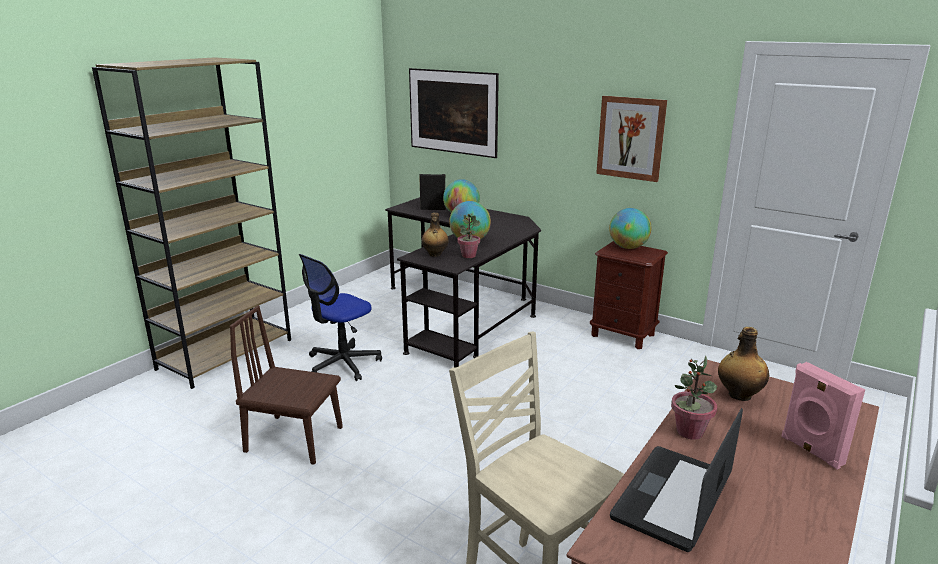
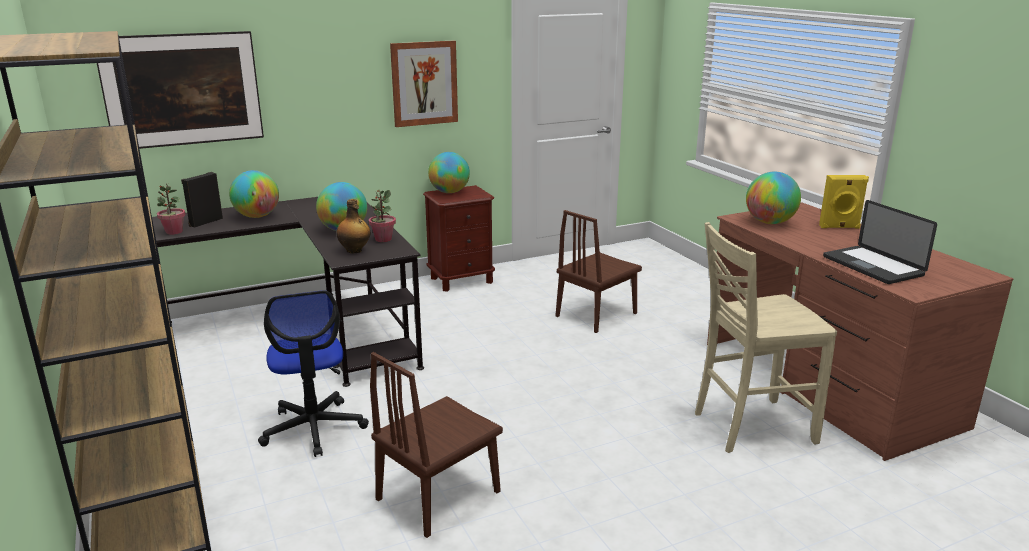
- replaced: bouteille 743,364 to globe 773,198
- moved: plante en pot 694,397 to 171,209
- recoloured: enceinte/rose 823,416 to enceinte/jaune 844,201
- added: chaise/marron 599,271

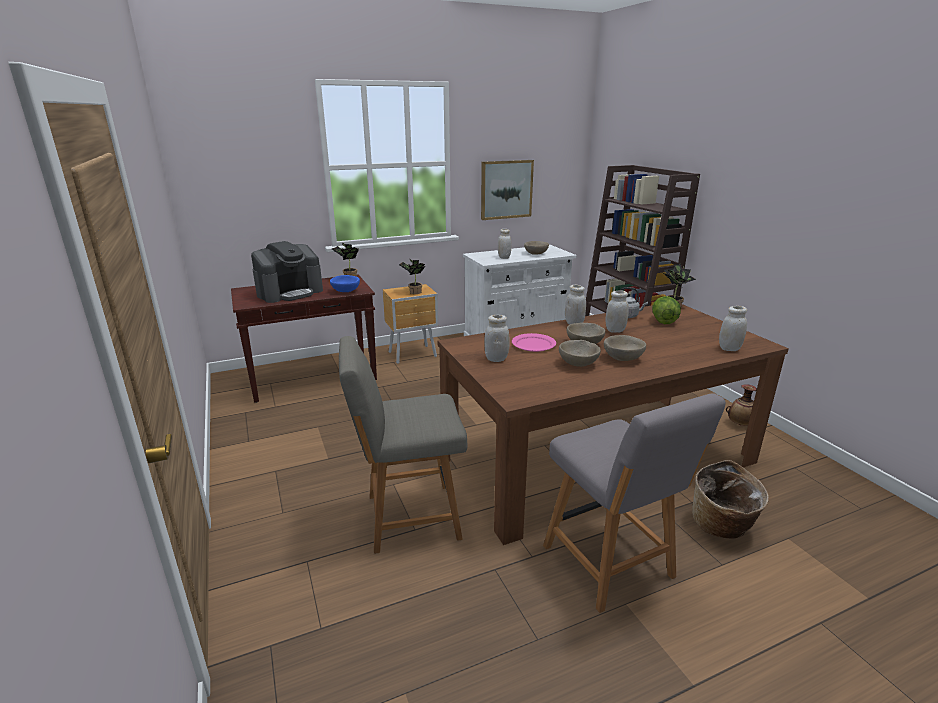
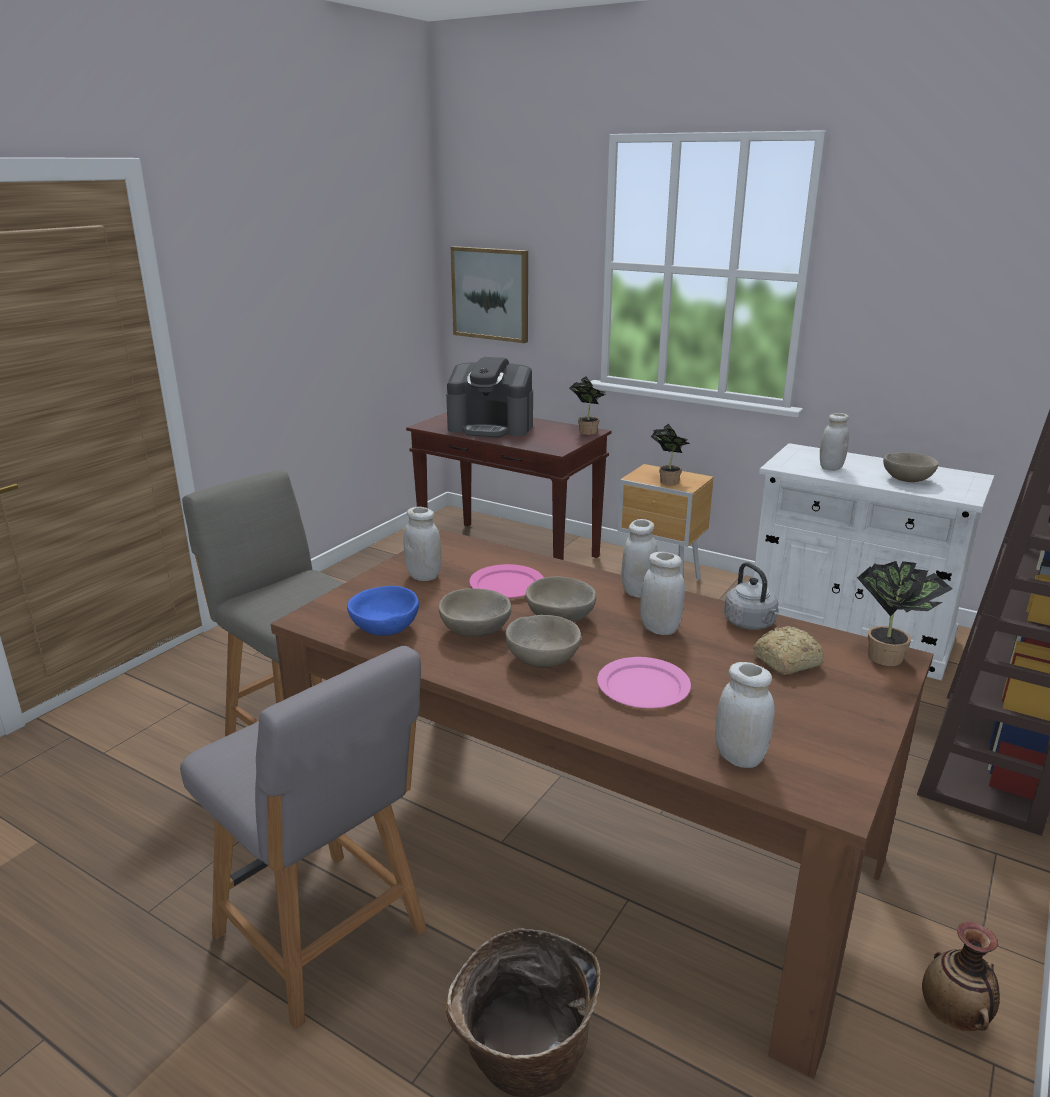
- moved: tableau 507,190 to 489,294
- moved: bol/bleu 345,283 to 383,611
- replaced: laitue 666,310 to pain 788,650
- turned: chaise/gris 634,503 = 303,837 75 degrees counterclockwise
- added: assiette/rose 644,682

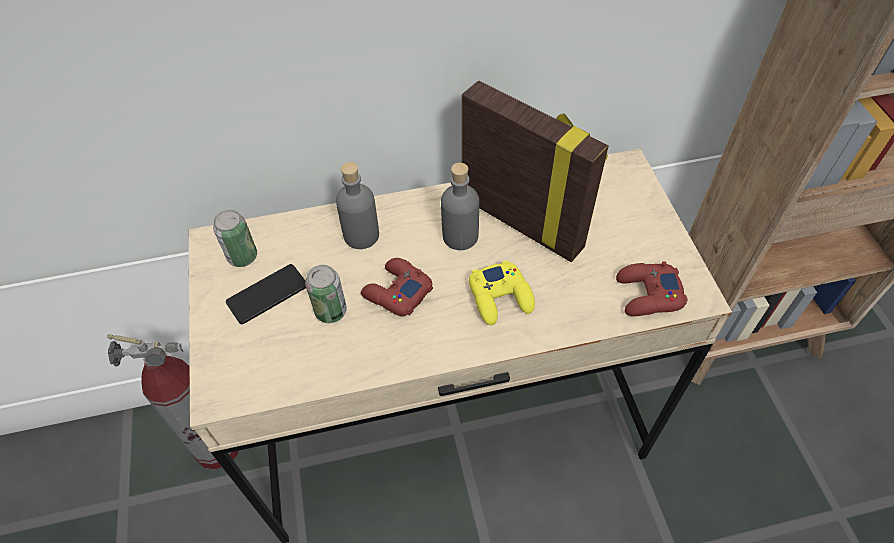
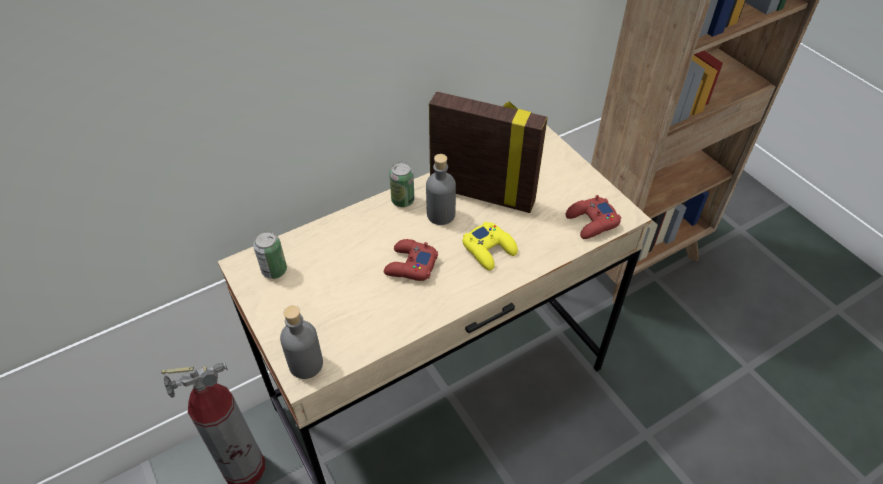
- moved: bouteille/gris 357,205 to 301,342
- removed: téléphone 266,294
- moved: boîte métallique 326,294 to 402,184

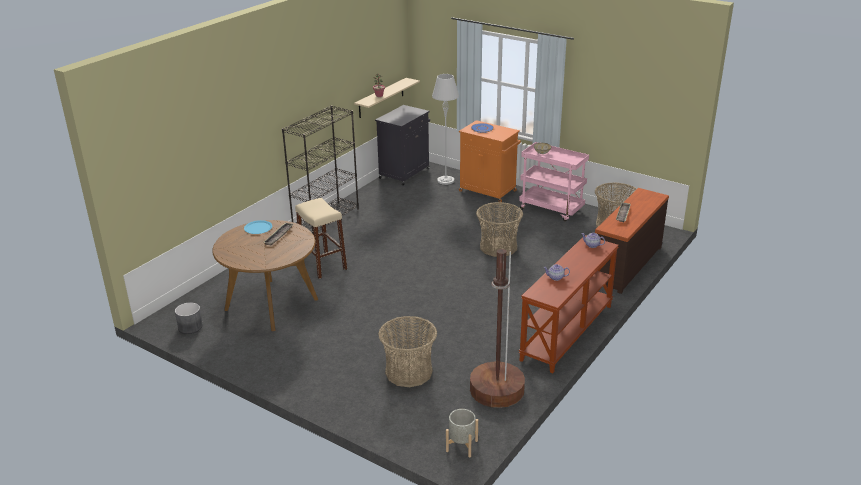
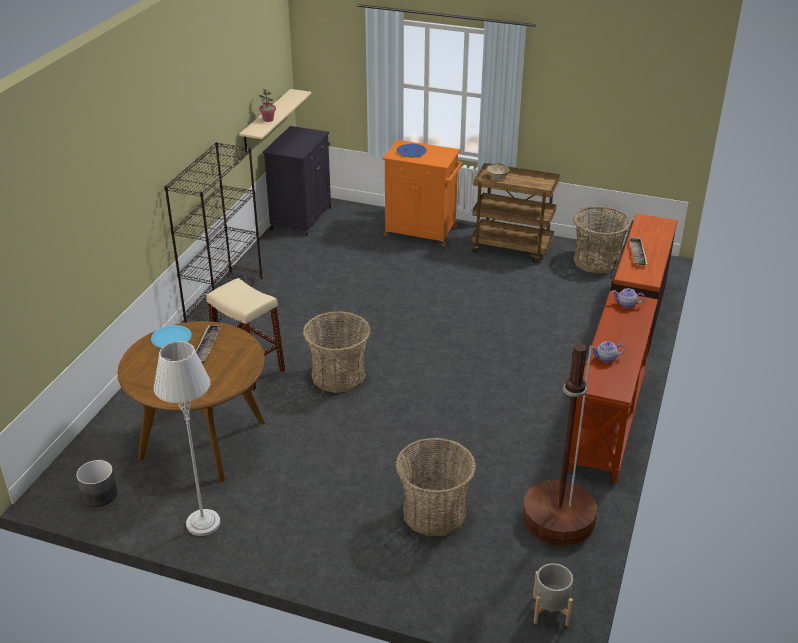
- moved: lampadaire/gris 445,129 to 186,438
- recoloured: chariot/rose 554,182 to chariot/marron 515,213
- moved: panier 499,229 to 337,352

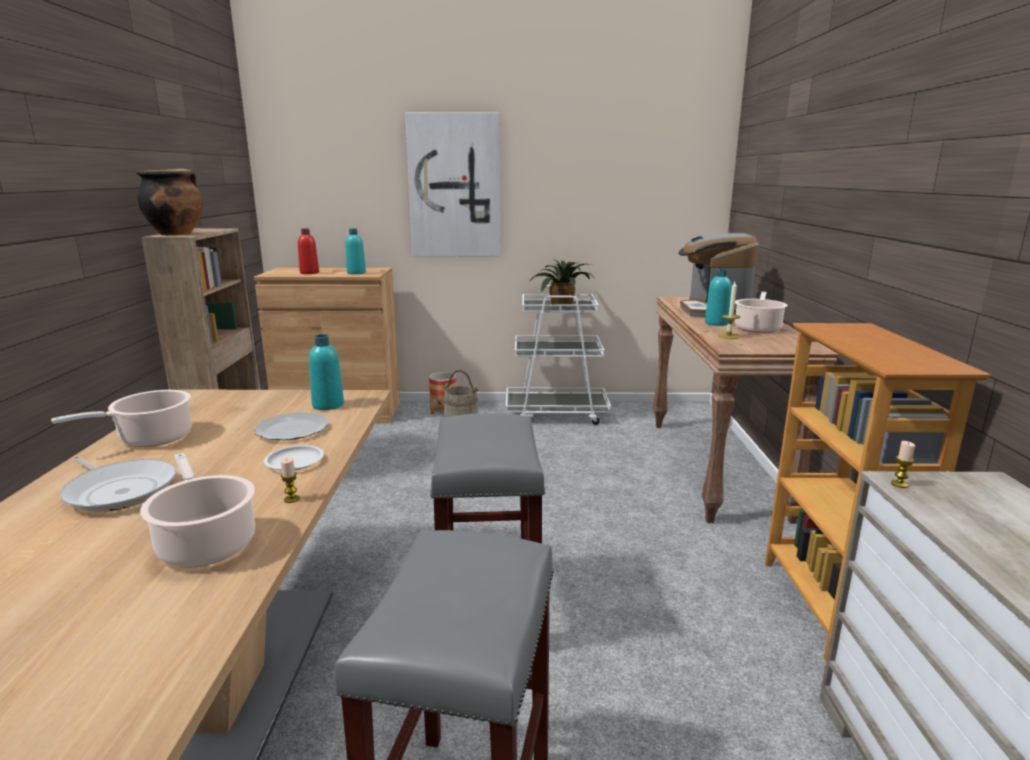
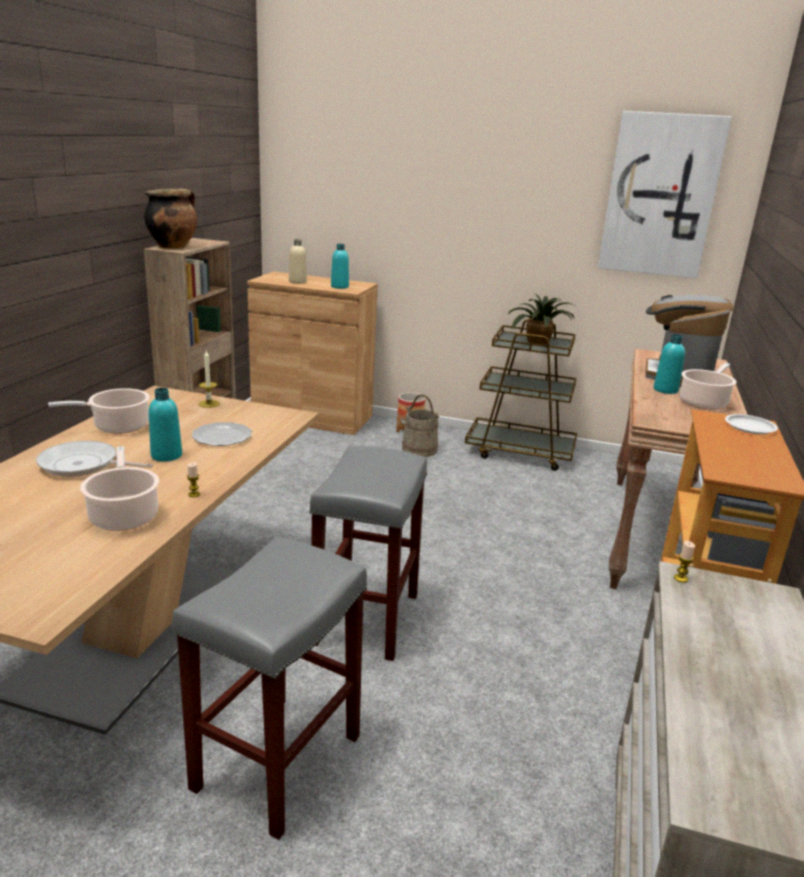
- moved: tableau 452,184 to 665,194
- recoloured: bouteille/rouge 308,251 to bouteille/beige 298,261
- moved: bougie 729,310 to 209,379
- recoloured: chariot/blanc 558,355 to chariot/marron 521,395
- moved: bouteille/turquoise 326,372 to 165,425
- moved: assiette/blanc 294,458 to 751,424
- turned: poêle 118,484 = 94,459 135 degrees clockwise

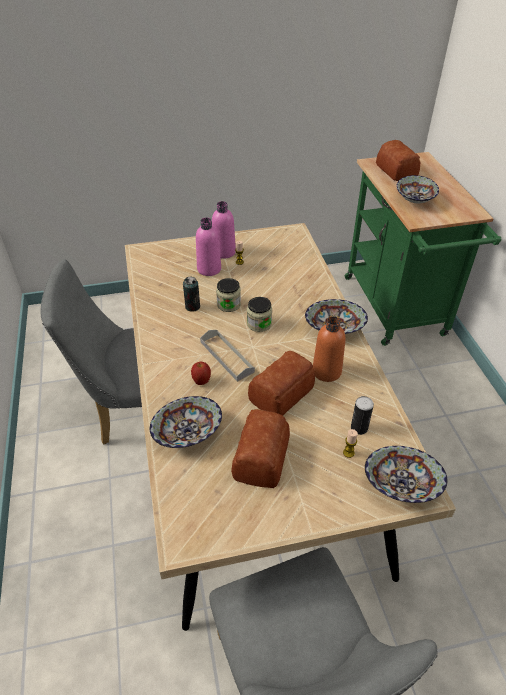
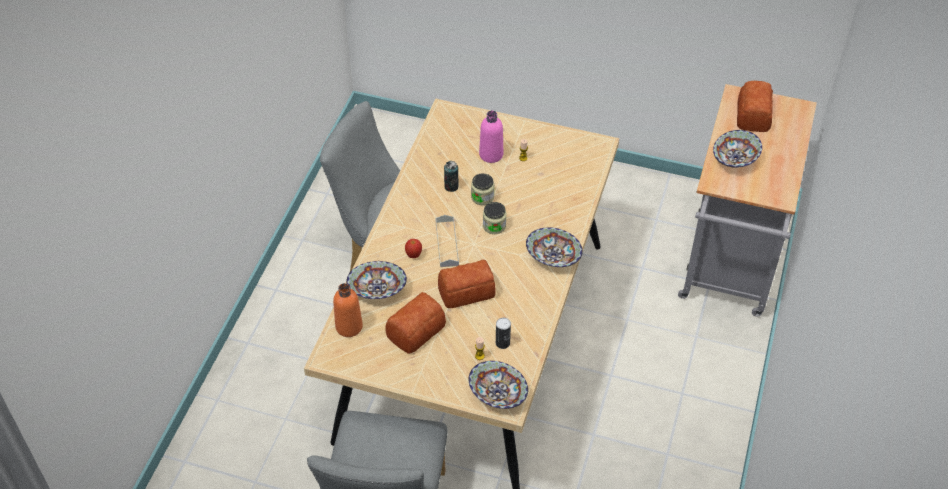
- recoloured: chariot/vert 423,249 to chariot/gris 747,200
- removed: bouteille/rose 224,230
- moved: bouteille/orange 329,349 to 348,310

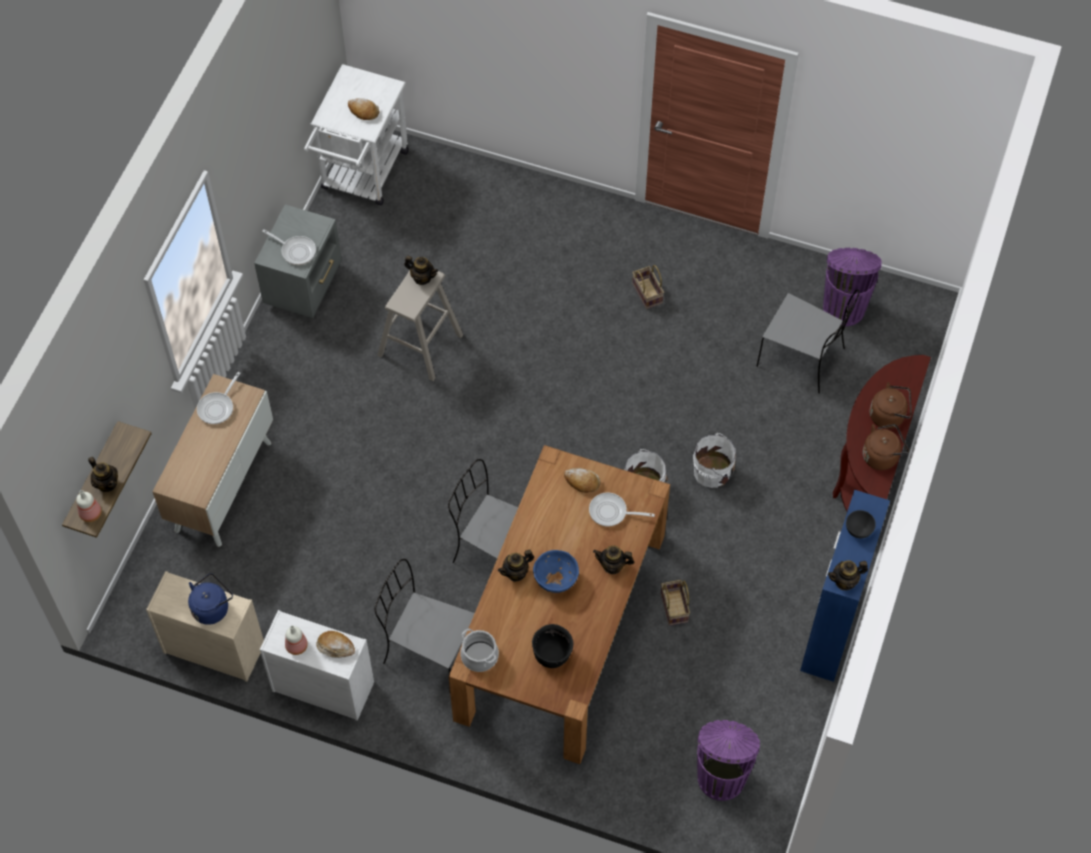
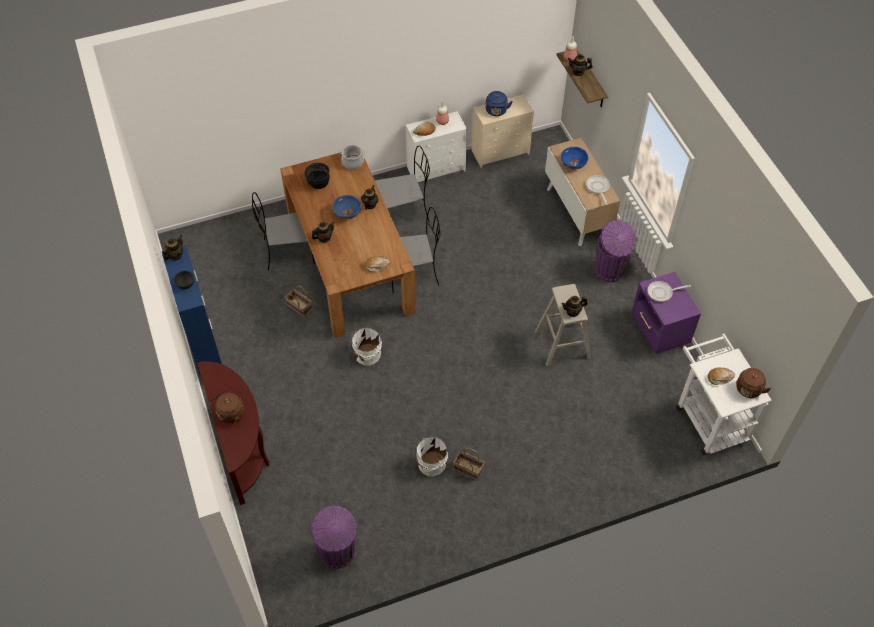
- recoloured: table de chevet/gris 298,261 to table de chevet/violet 666,313
- moved: chaise/gris 808,341 to 283,231
- moved: bouilloire/marron 886,447 to 753,383
- moved: seau/blanc 714,460 to 430,456
- removed: poêle 622,509
- moved: poubelle/violet 728,760 to 616,251
- added: bol/bleu 574,158

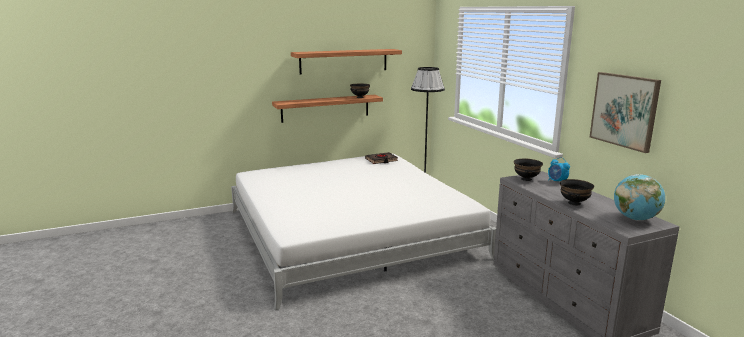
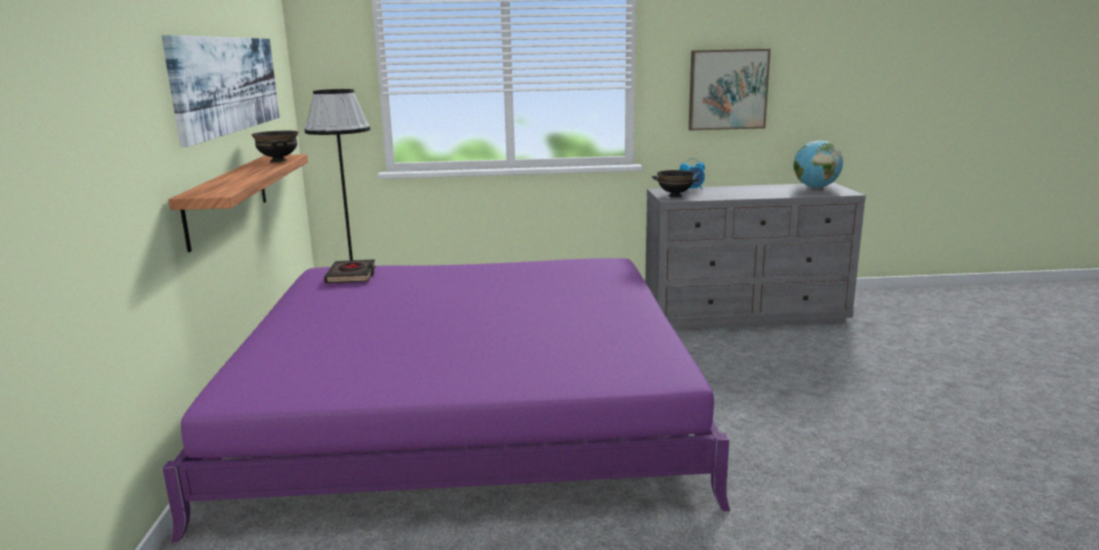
- replaced: étagère 346,62 to tableau 221,91
- recoloured: lit/blanc 363,232 to lit/violet 446,400
- removed: bol/noir 577,192

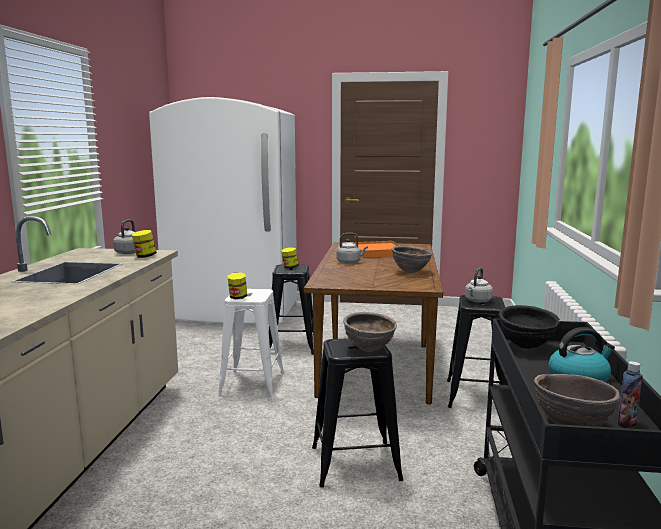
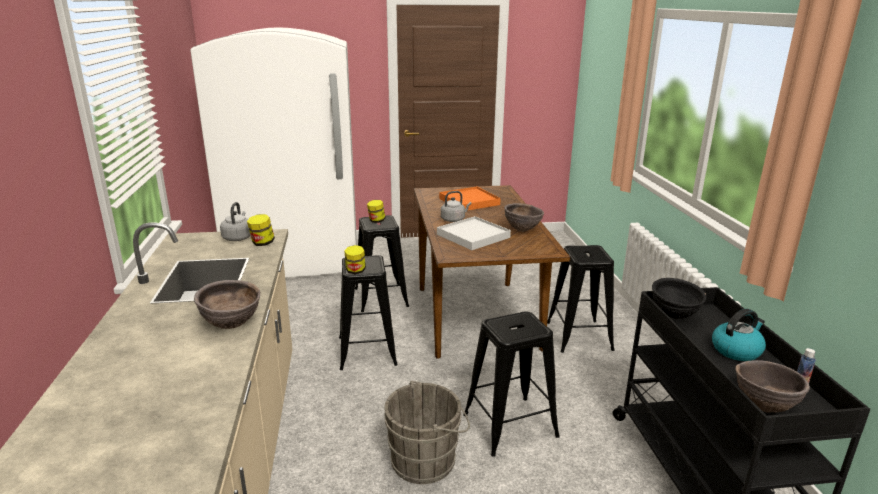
- removed: bouilloire/gris 479,285
- recoloured: tabouret/blanc 251,344 to tabouret/noir 368,312
- moved: bol/marron 370,332 to 227,304
- added: plateau/blanc 474,233
- added: seau/gris 427,432

